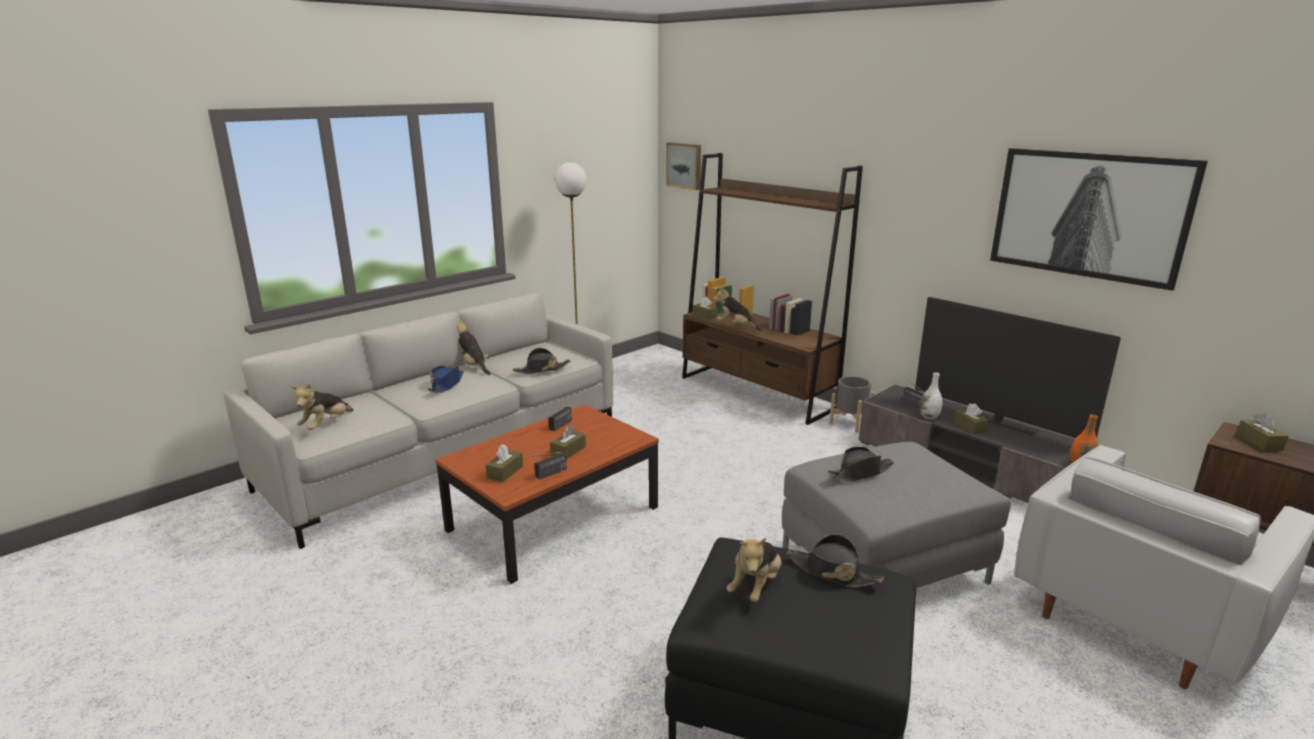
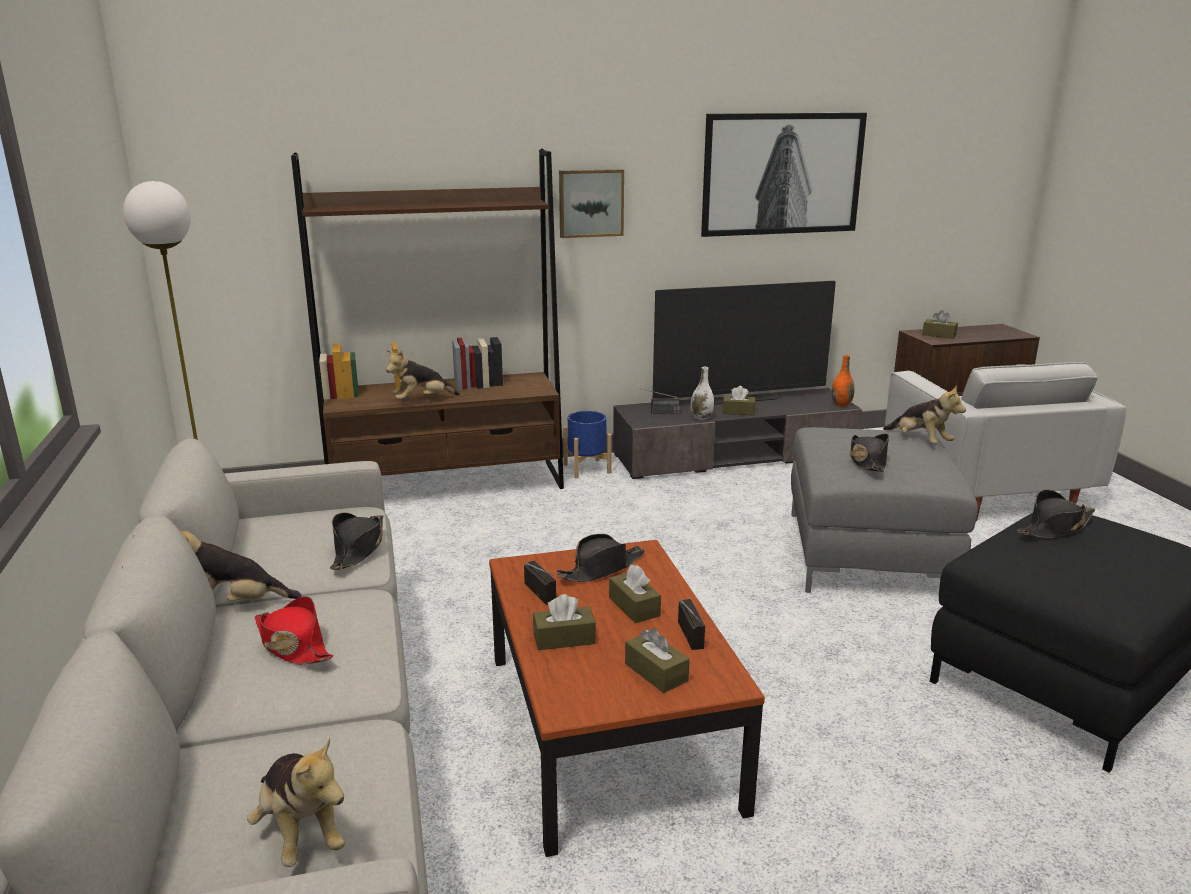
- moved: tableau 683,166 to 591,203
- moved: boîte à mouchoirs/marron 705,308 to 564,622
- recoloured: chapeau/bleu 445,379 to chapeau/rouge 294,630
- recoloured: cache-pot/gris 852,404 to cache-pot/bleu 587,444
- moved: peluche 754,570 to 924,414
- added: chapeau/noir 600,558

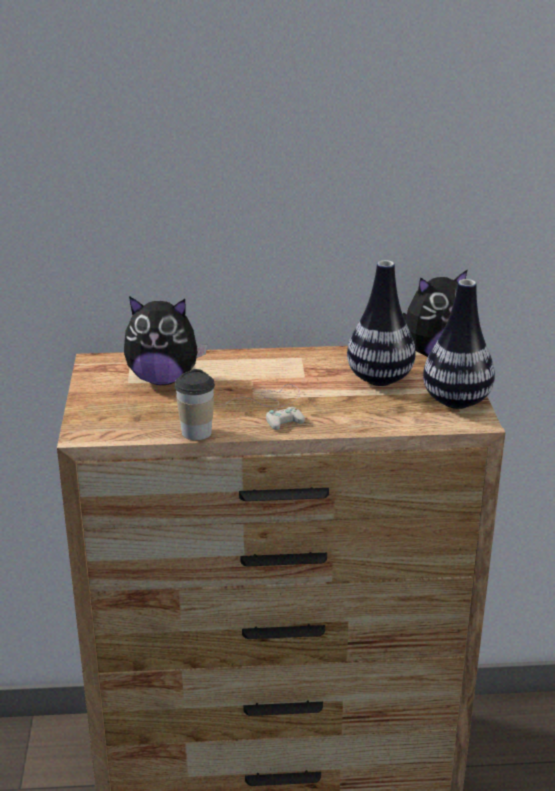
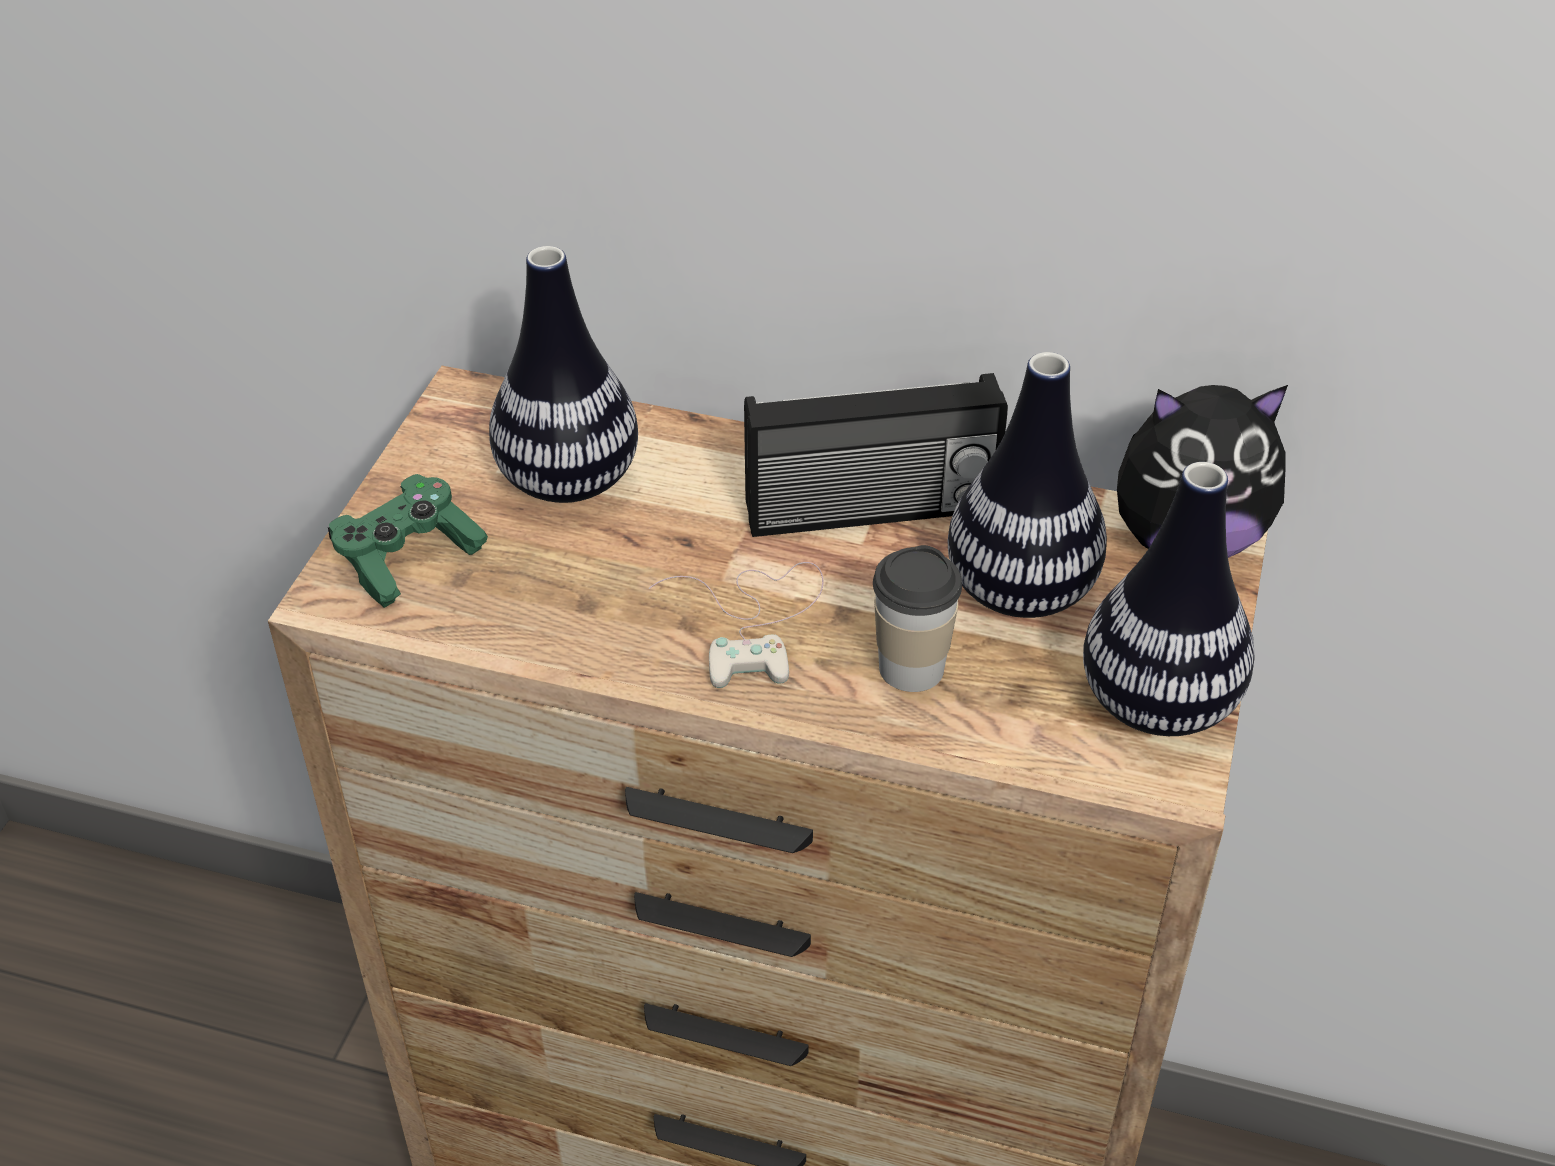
- replaced: peluche 165,340 to vase 563,374
- moved: tasse 195,404 to 917,618
- added: radio 876,455
- added: manette/vert 408,541

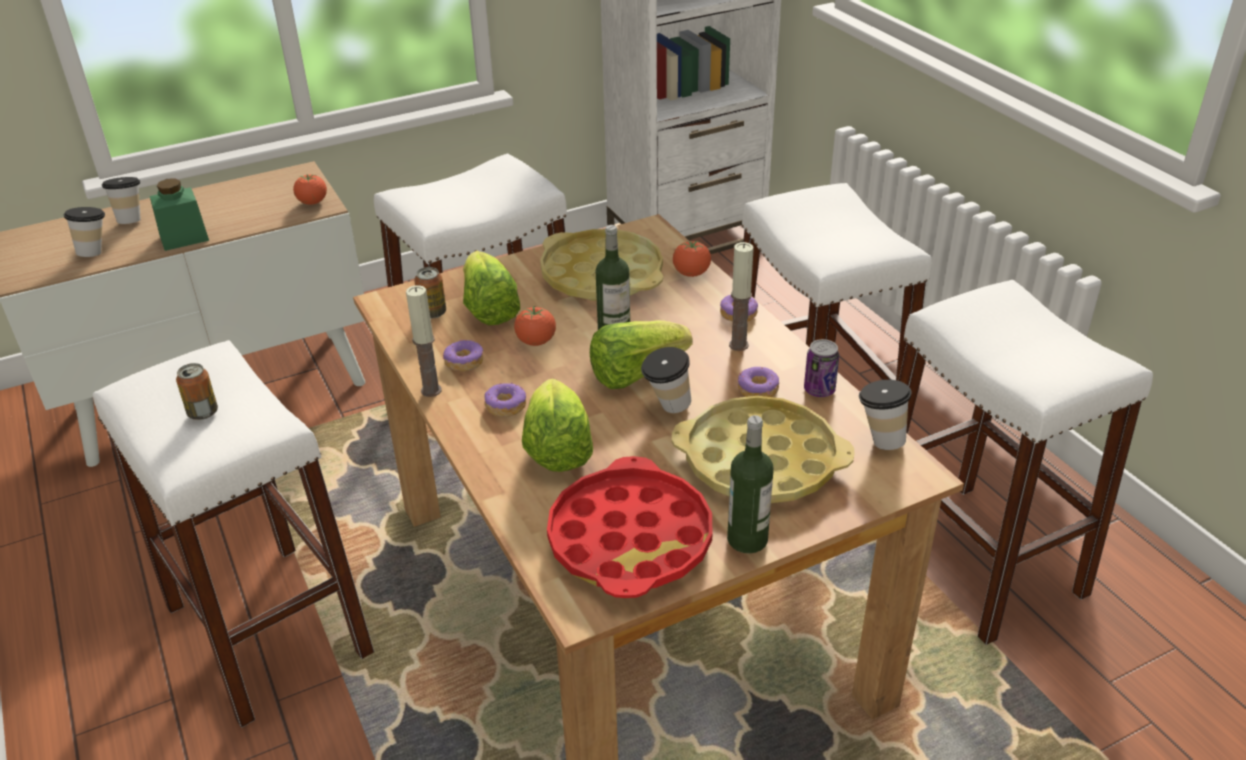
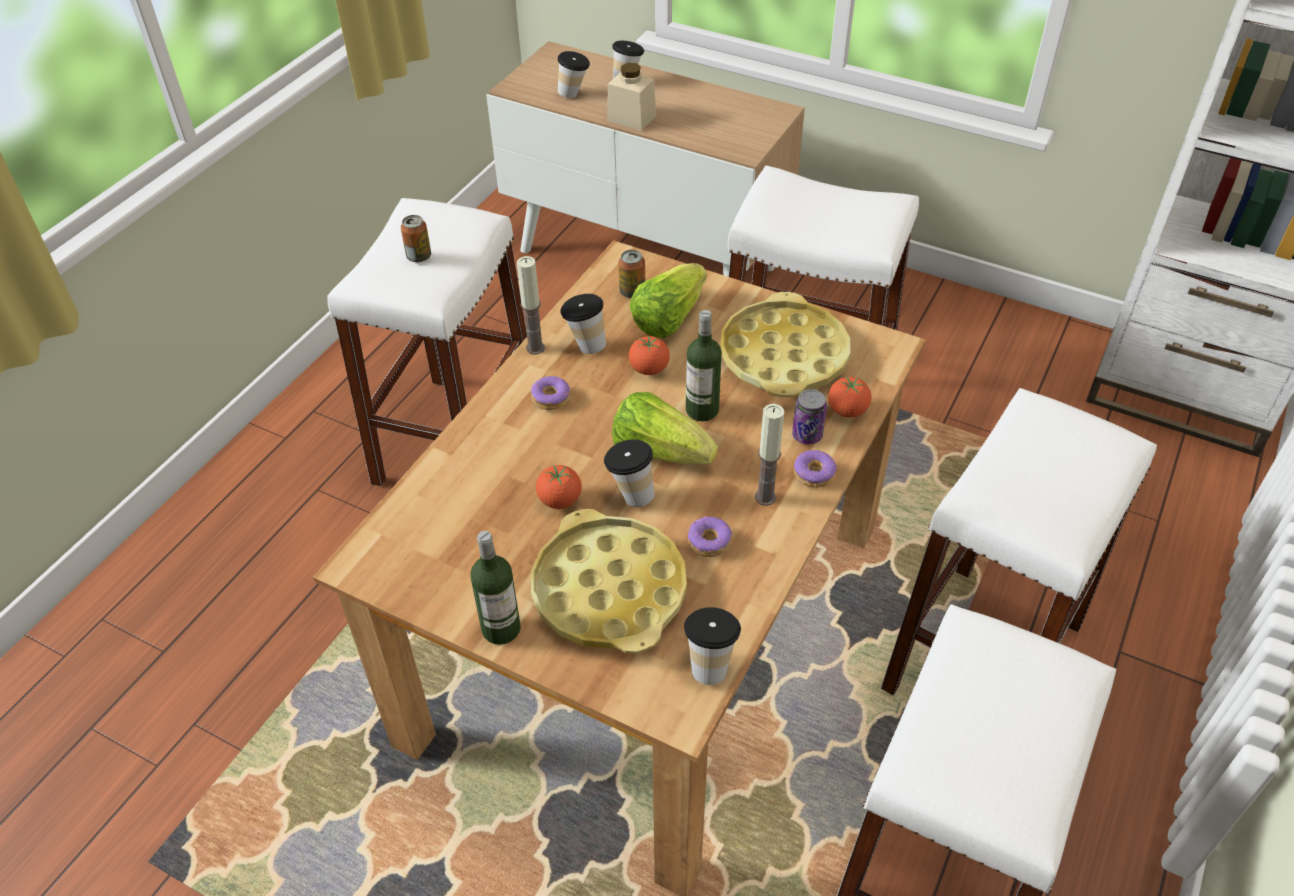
- moved: tomate 310,189 to 559,487
- recoloured: bocal/vert 179,214 to bocal/beige 631,97
- replaced: beignet 463,355 to tasse 583,324
- moved: boîte métallique 821,368 to 809,416
- removed: laitue 557,425
- removed: plateau/rouge 630,527

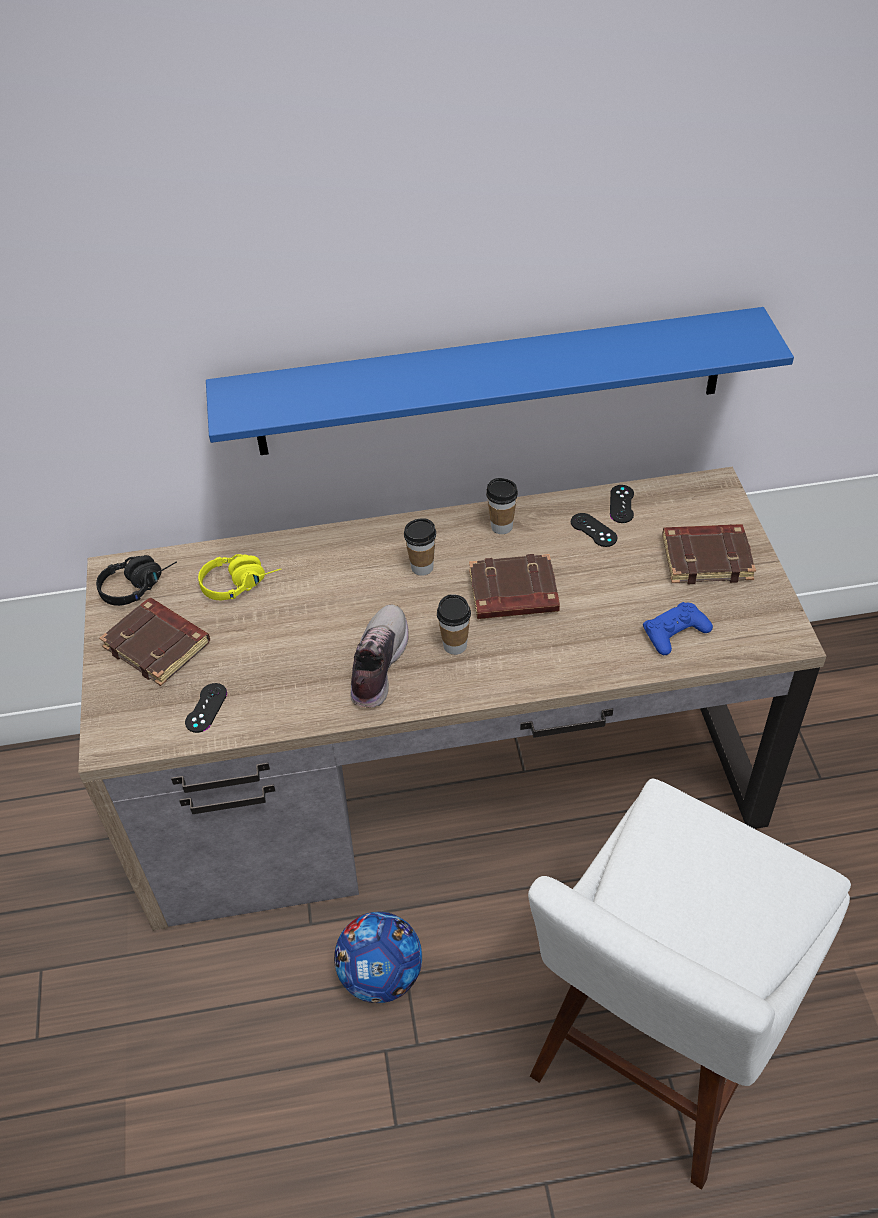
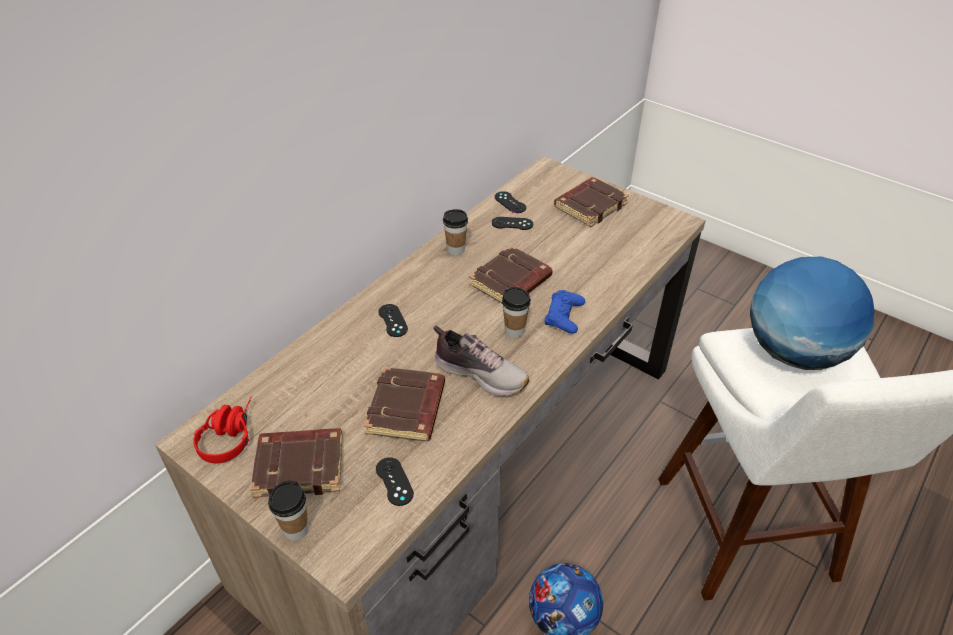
- removed: étagère/bleu 500,381
- moved: tasse 420,547 to 288,511
- removed: casque audio/jaune 240,577
- recoloured: casque audio/noir 136,580 to casque audio/rouge 222,429
- moved: manette/bleu 678,628 to 564,312
- turned: chaussure 379,656 = 481,361 150 degrees clockwise
- added: globe 812,313
- added: manette/noir 393,320
- added: livre/marron 404,404

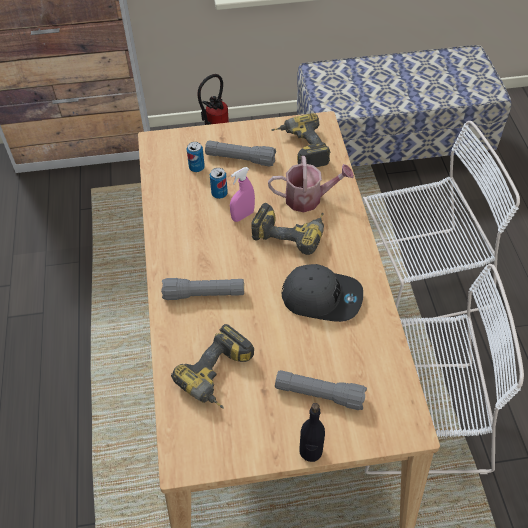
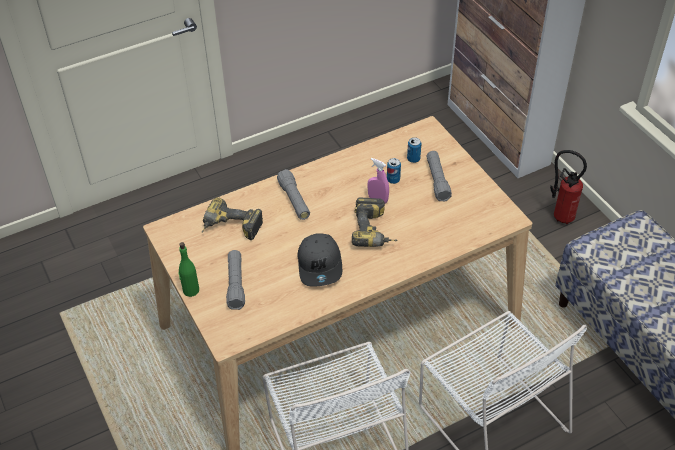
- removed: perceuse 300,140
- removed: arrosoir 311,184
- recoloured: bouteille/noir 312,432 to bouteille/vert 189,269

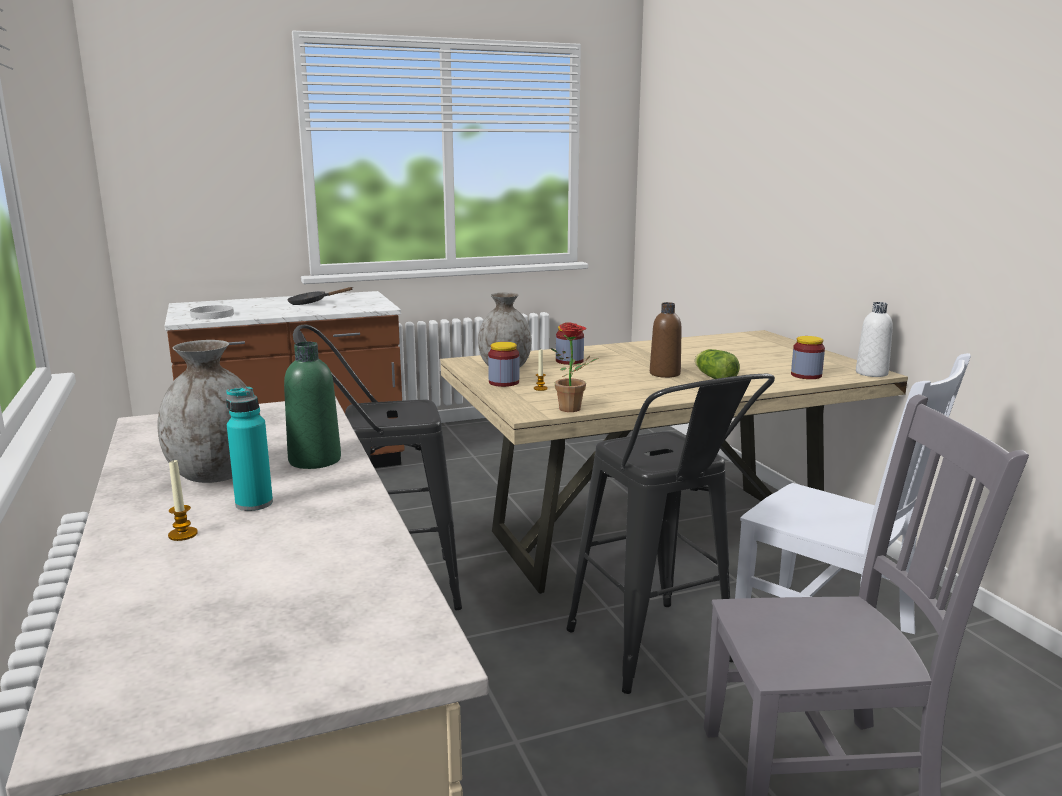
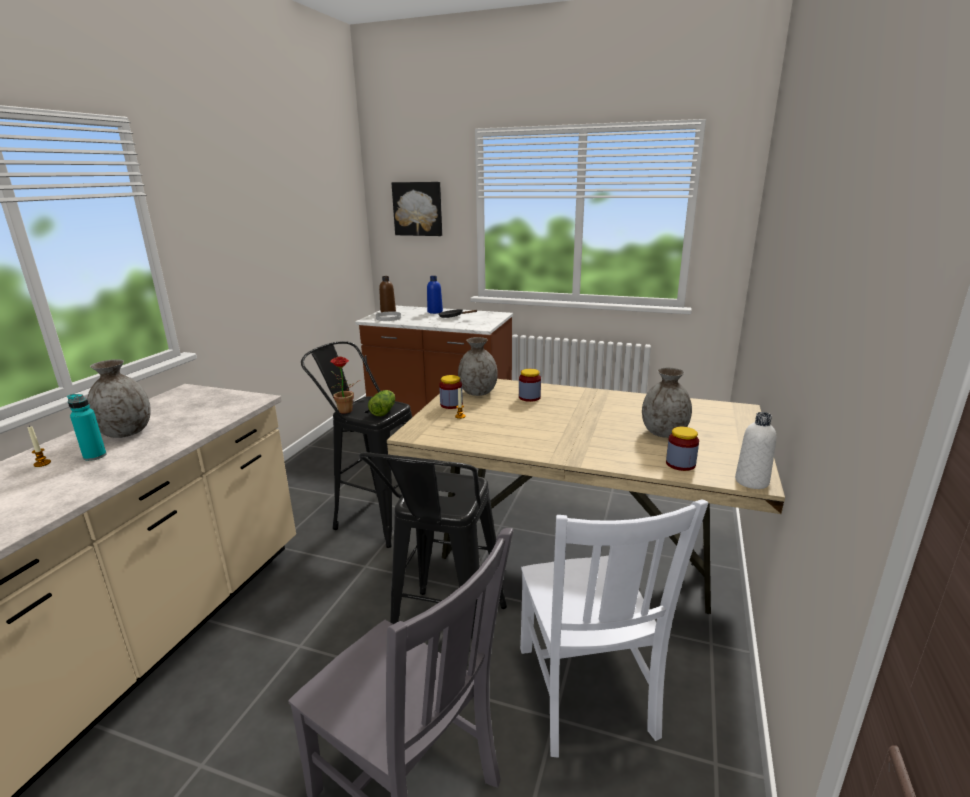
- moved: bouteille/marron 666,340 to 387,294
- moved: plante en pot 575,367 to 345,385
- removed: bouteille/vert 312,405
- moved: laitue 717,364 to 381,403
- added: tableau 417,209
- added: bouteille/bleu 435,295
- added: vase/gris 667,402

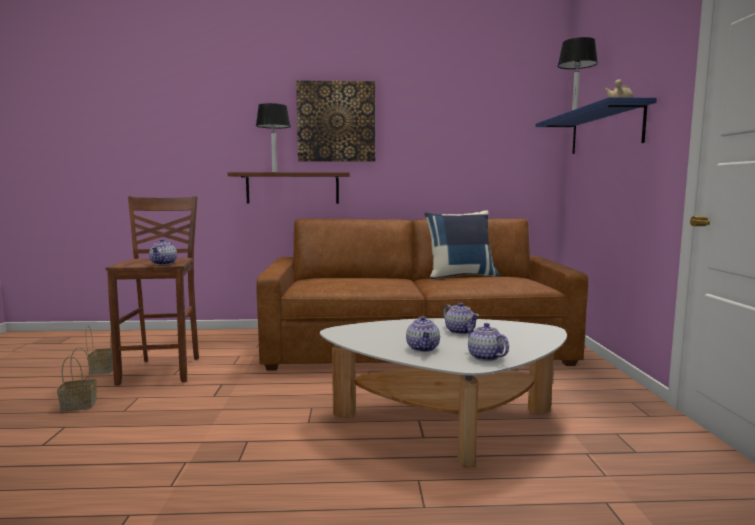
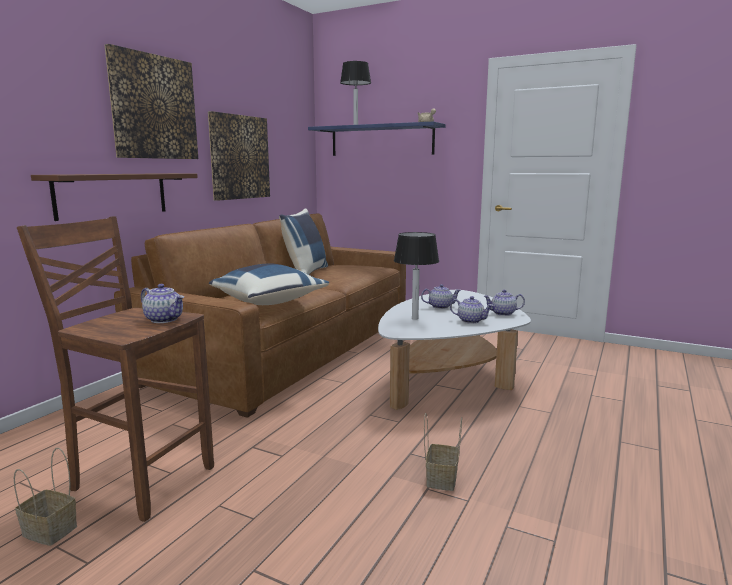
- moved: lampe de table 273,137 to 416,276
- moved: panier 77,379 to 443,452
- added: tableau 239,156
- added: coussin/bleu 269,284

